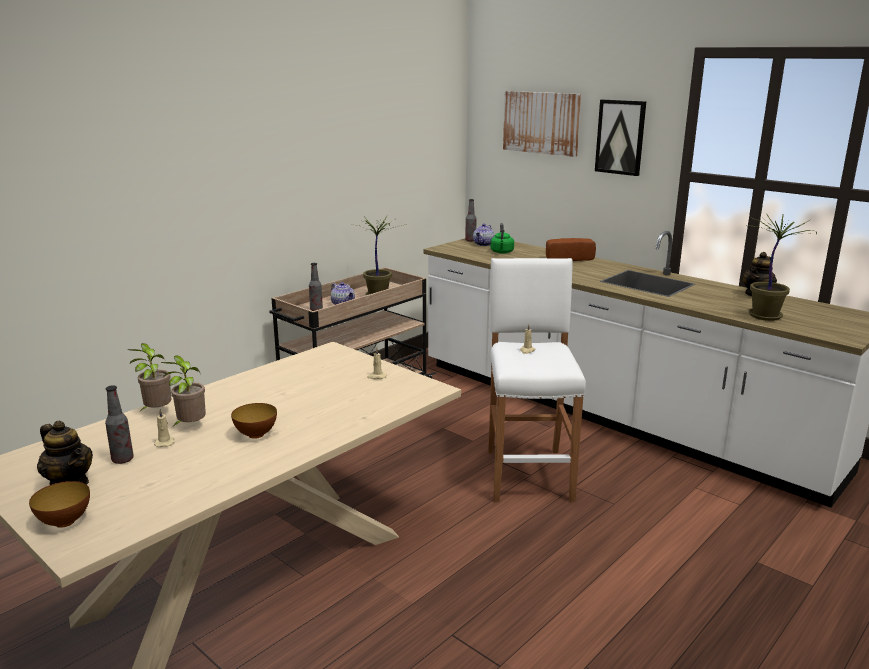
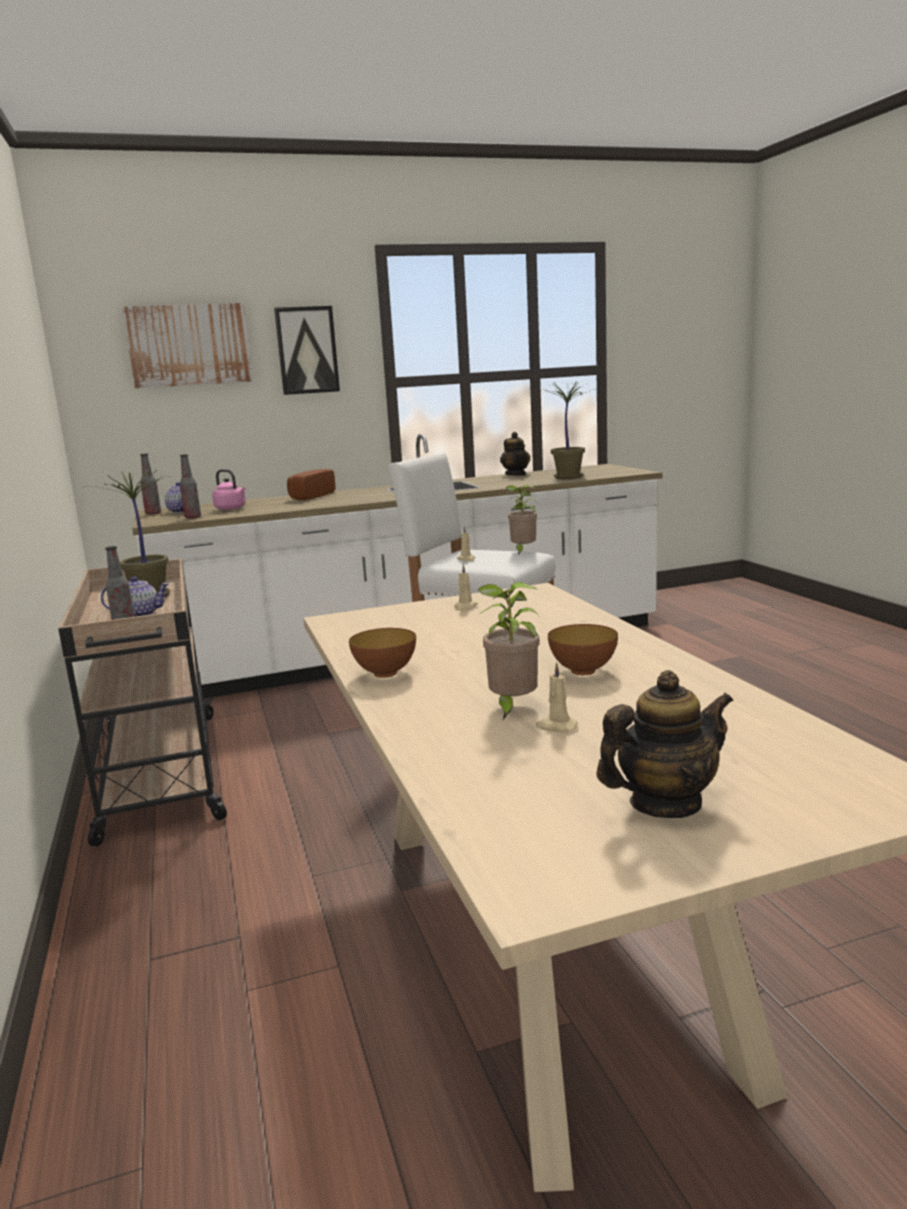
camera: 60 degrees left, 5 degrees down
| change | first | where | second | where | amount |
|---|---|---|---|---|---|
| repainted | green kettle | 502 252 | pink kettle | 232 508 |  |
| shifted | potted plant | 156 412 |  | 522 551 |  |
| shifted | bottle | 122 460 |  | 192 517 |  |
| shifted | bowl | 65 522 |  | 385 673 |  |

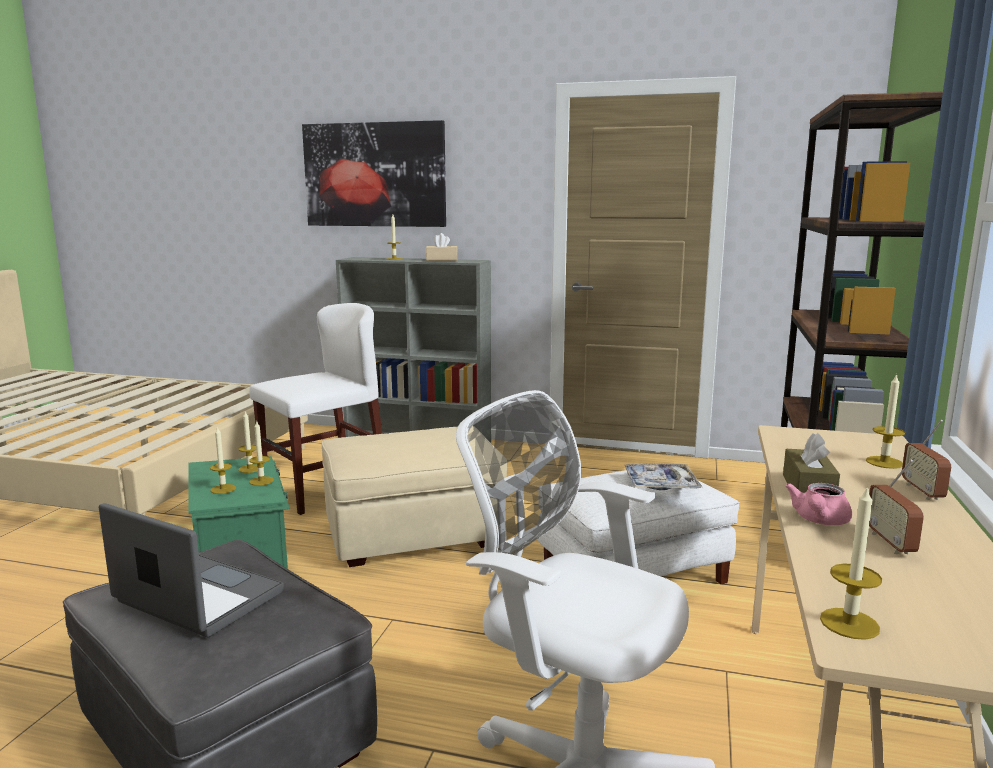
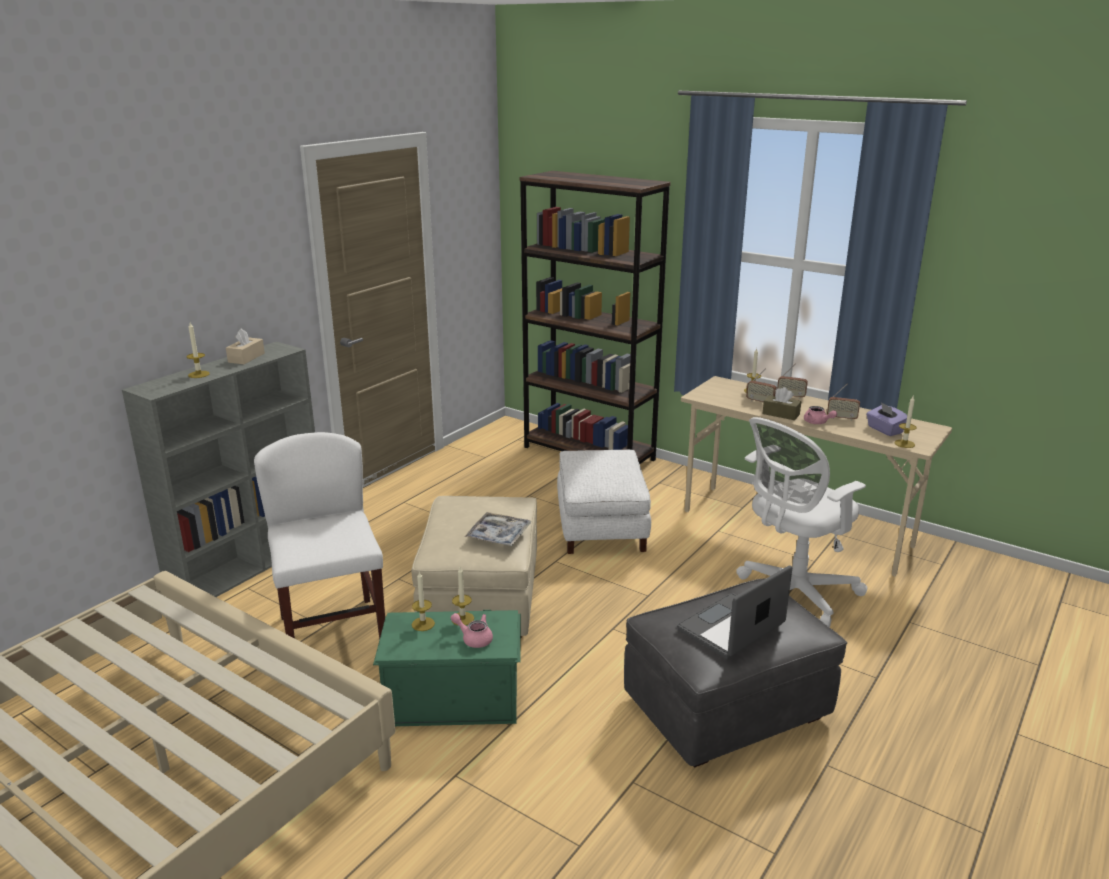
camera: 70 degrees left, 10 degrees up
| change | first | where | second | where | amount |
|---|---|---|---|---|---|
| gone | picture | 375 175 |  |  |  |
| swapped | candle | 223 489 | pink teapot | 474 638 |  |
| shifted | tray | 660 484 |  | 498 535 |  |
| new |  |  | radio | 760 402 |  |
| new |  |  | purple tissue box | 884 430 |  |

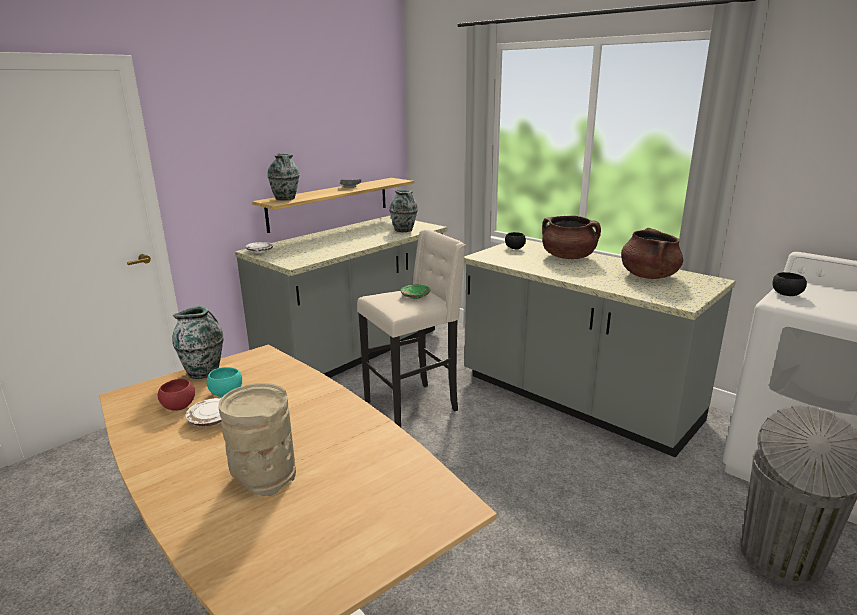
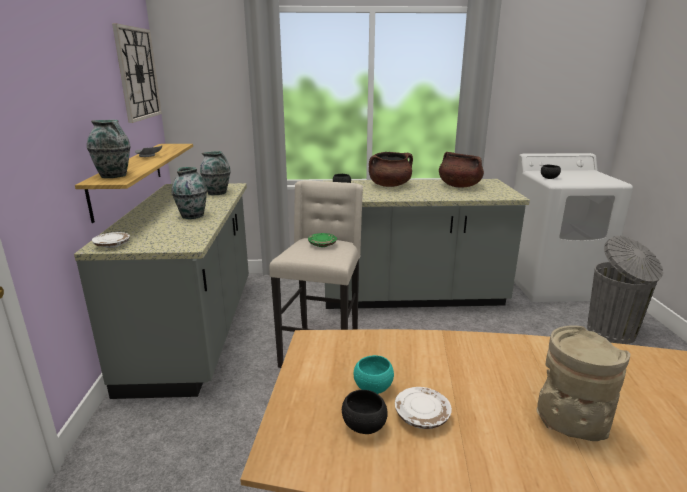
camera: 45 degrees left, 0 degrees up
| change | first | where | second | where | amount |
|---|---|---|---|---|---|
| shifted | vase | 204 372 |  | 193 216 |  |
| repainted | red bowl | 179 406 | black bowl | 364 426 |  |
| new |  |  | wall clock | 137 74 |  |

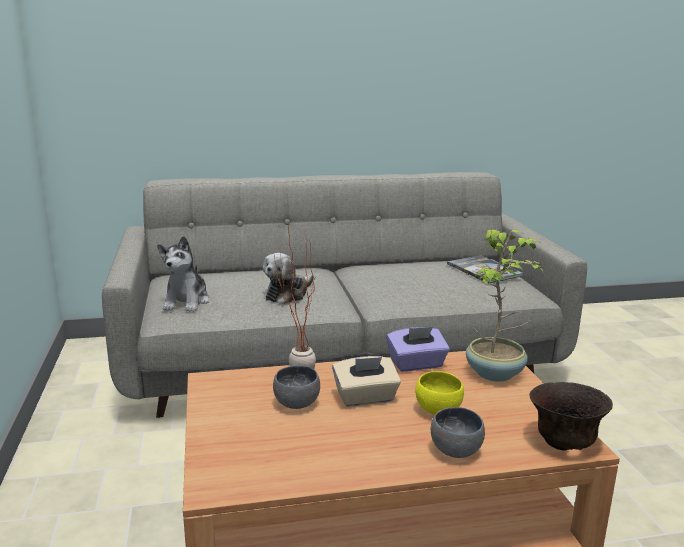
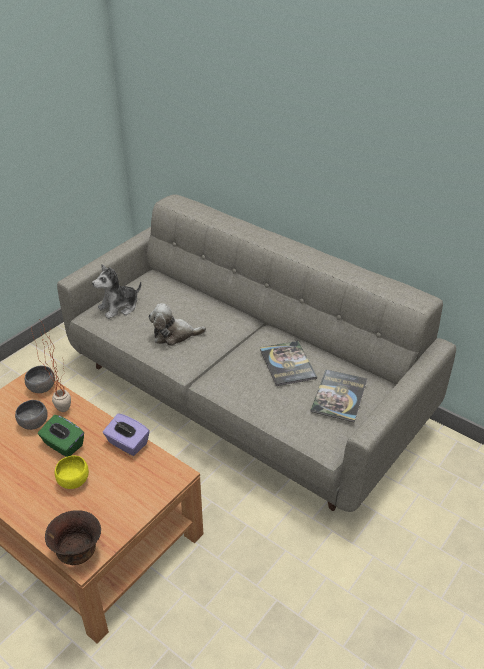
camera: 50 degrees right, 20 degrees up
| change | first | where | second | where | amount |
|---|---|---|---|---|---|
| gone | potted plant | 496 373 |  |  |  |
| repainted | beige tissue box | 365 398 | green tissue box | 63 445 |  |
| shifted | grey bowl | 456 452 |  | 41 389 |  |
| new |  |  | book | 287 364 |  |

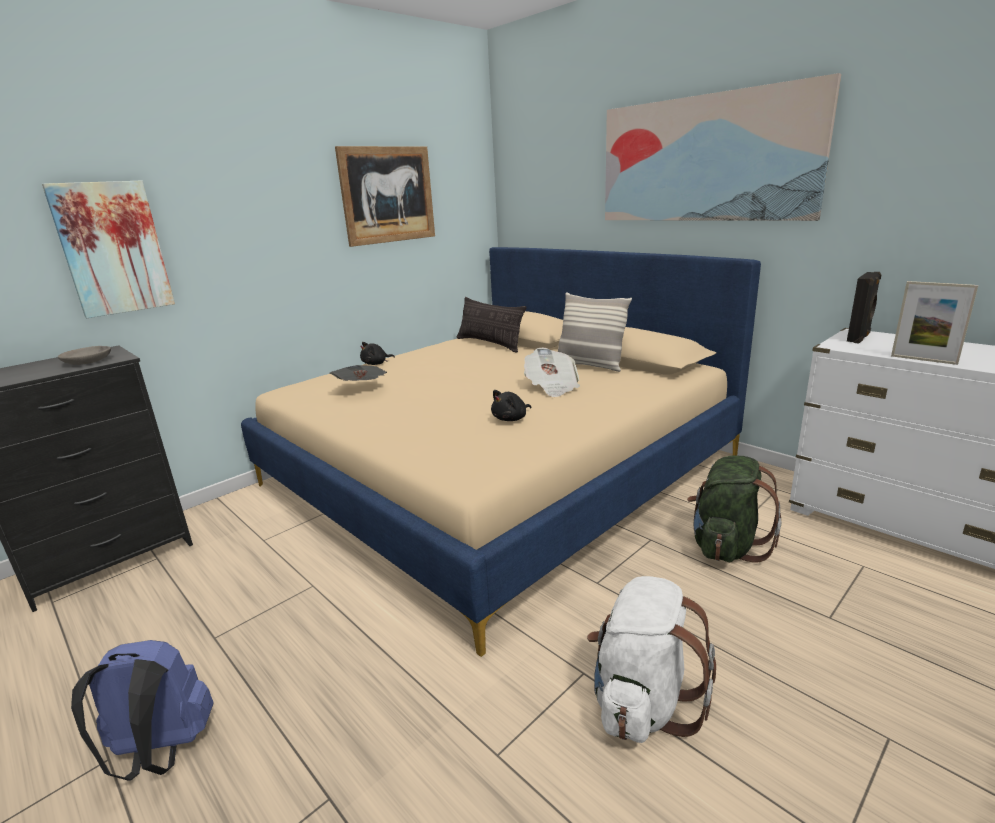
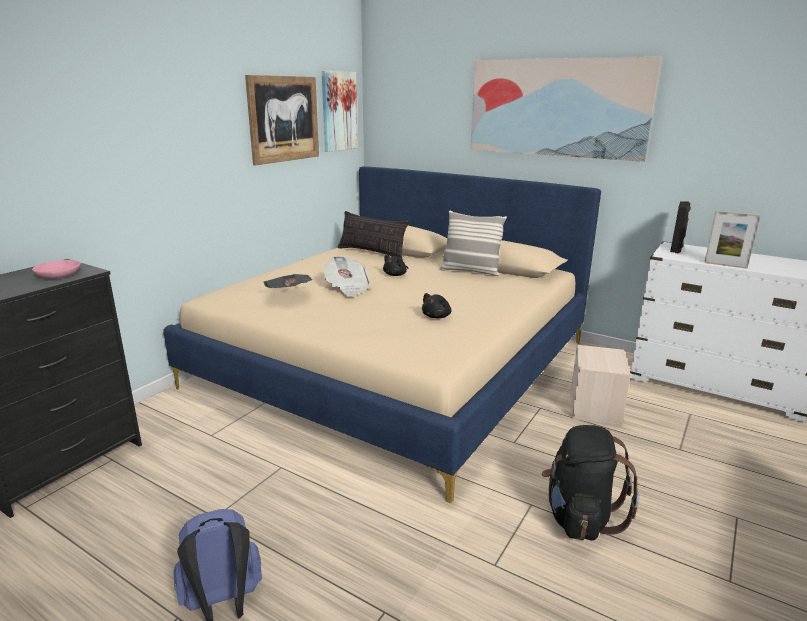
camera: 15 degrees left, 0 degrees up
| change | first | where | second | where | amount |
|---|---|---|---|---|---|
| shifted | picture | 113 248 |  | 338 111 |  |
| shifted | black plush toy | 376 364 |  | 396 275 |  |
| repainted | grey bowl | 88 361 | pink bowl | 59 275 |  |
| shifted | newspaper | 552 387 |  | 347 288 |  |
| swapped | green backpack | 726 546 | beige storage box | 595 408 |  |
| repainted | white backpack | 642 701 | black backpack | 579 517 |  |

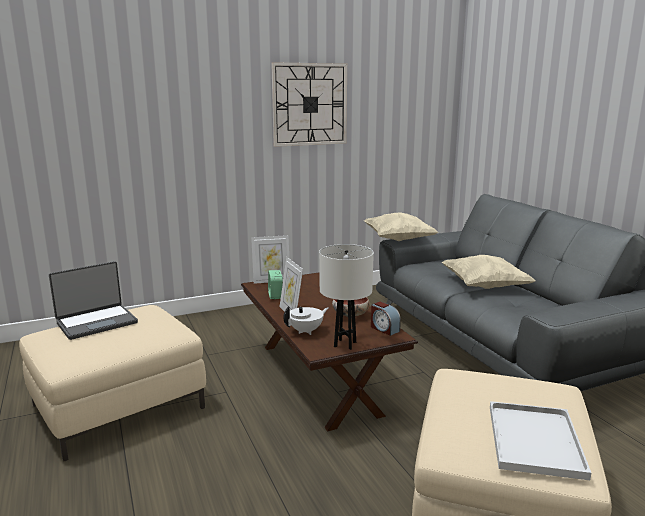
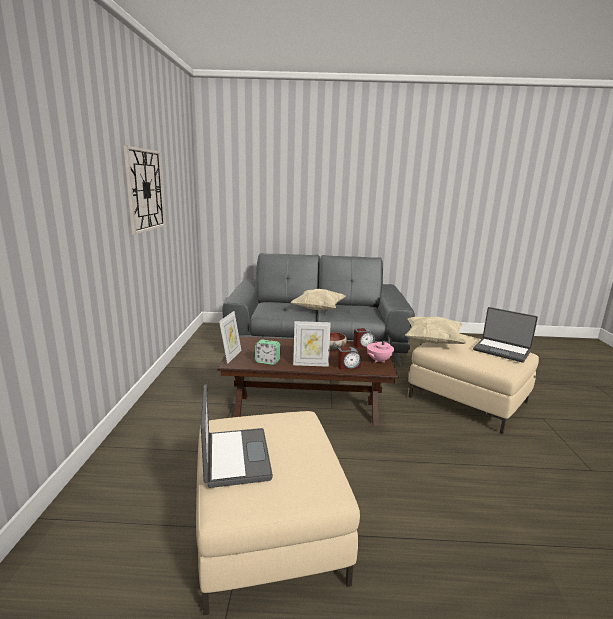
camera: 65 degrees left, 0 degrees up
| change | first | where | second | where | amount |
|---|---|---|---|---|---|
| shifted | beige pillow | 398 240 |  | 433 341 |  |
| swapped | white table lamp | 344 344 | pink teapot | 378 360 |  |
| swapped | white teapot | 306 331 | alarm clock | 348 366 |  |
| swapped | white tray | 536 442 | laptop | 502 350 |  |

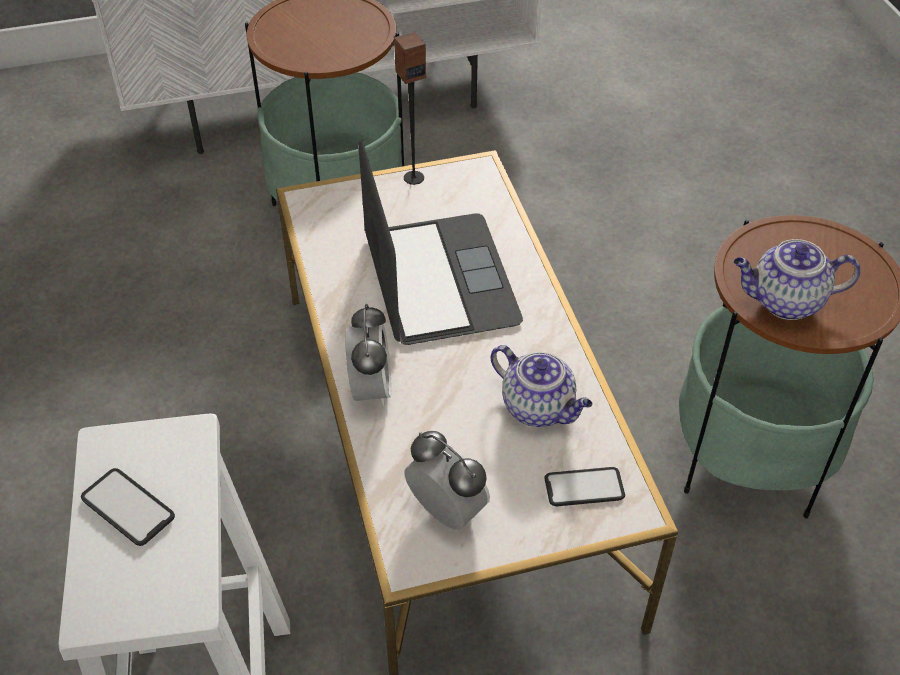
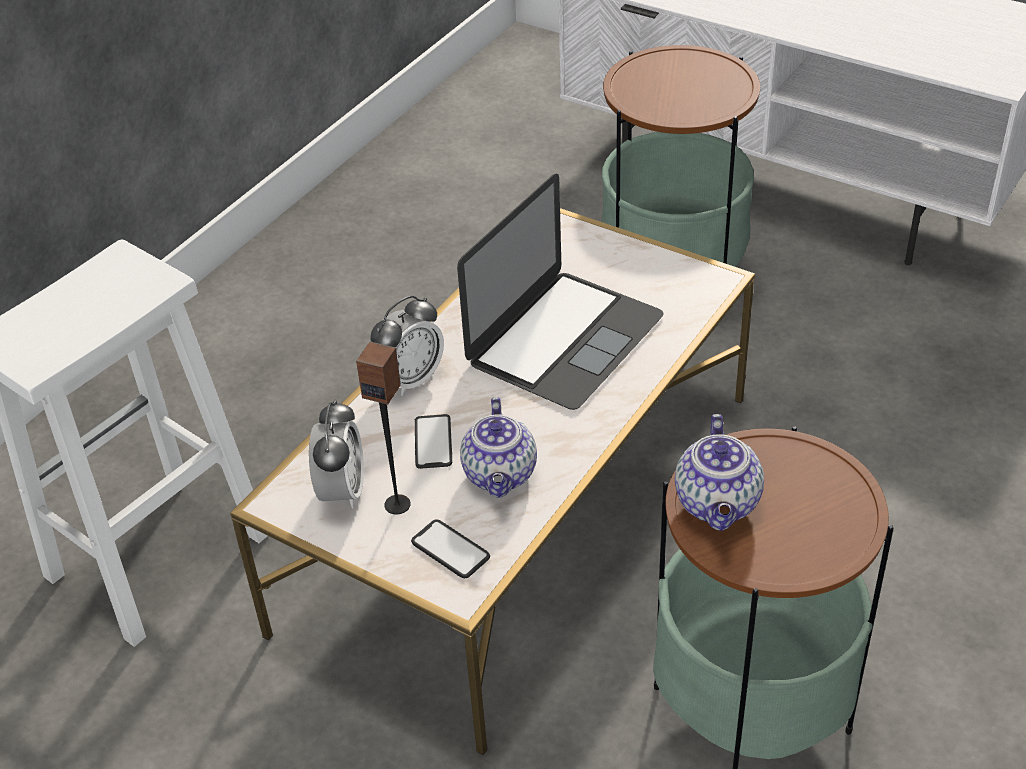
camera: 50 degrees right, 5 degrees down
| change | first | where | second | where | amount |
|---|---|---|---|---|---|
| shifted | speaker | 413 177 |  | 397 504 |  |
| rotated | teapot | 784 302 |  | 718 504 | 135 degrees counterclockwise |
| shifted | phone | 128 507 |  | 433 442 |  |

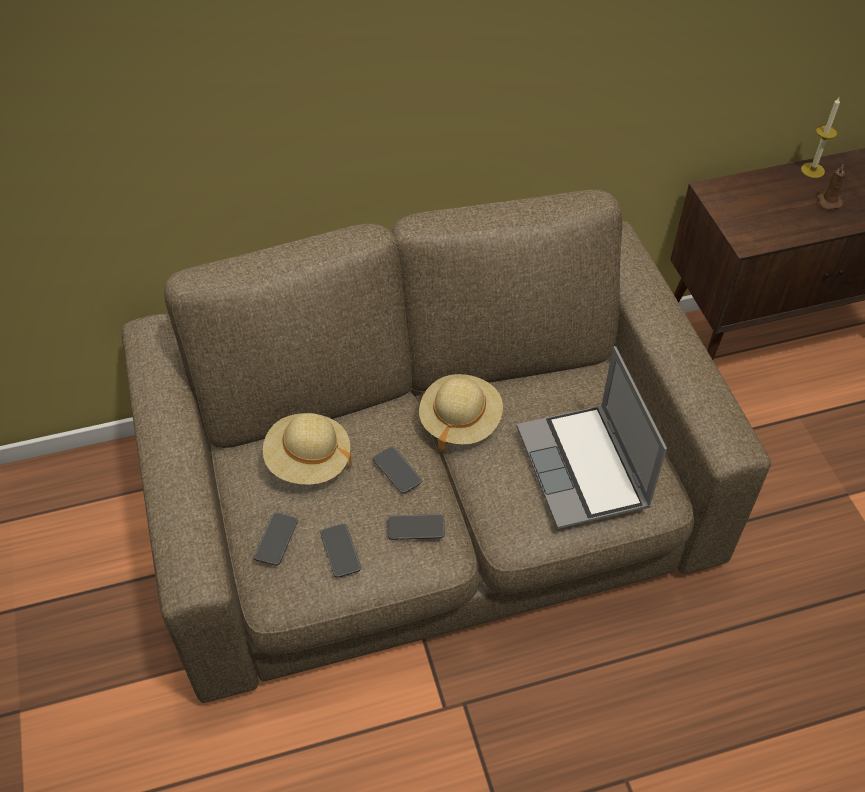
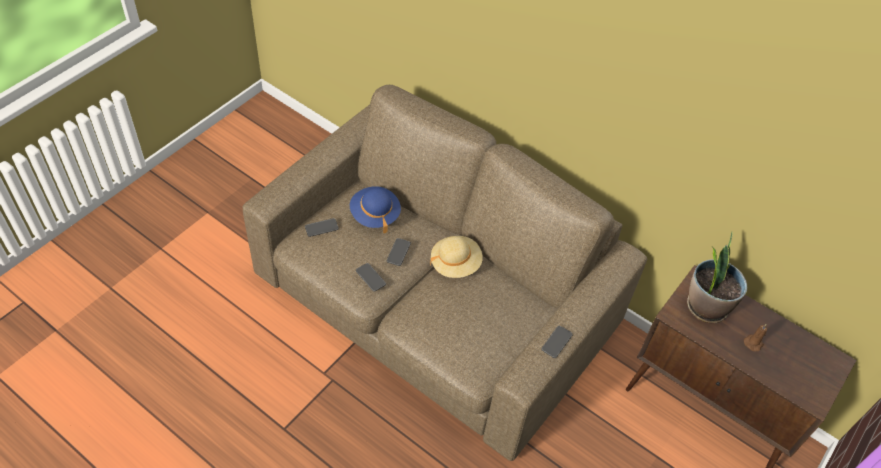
camera: 50 degrees right, 0 degrees up
| change | first | where | second | where | amount |
|---|---|---|---|---|---|
| gone | candle | 812 170 |  |  |  |
| gone | laptop | 584 469 |  |  |  |
| repainted | beige hat | 308 461 | blue hat | 375 215 |  |
| shifted | phone | 340 551 |  | 556 342 |  |
| new |  |  | potted plant | 706 306 |  |

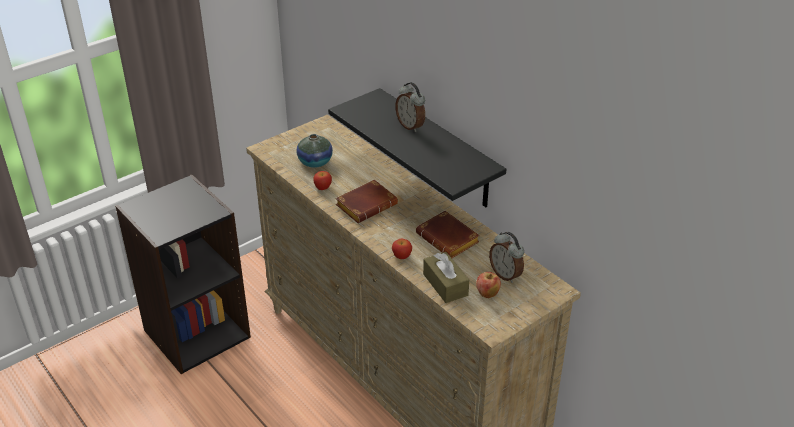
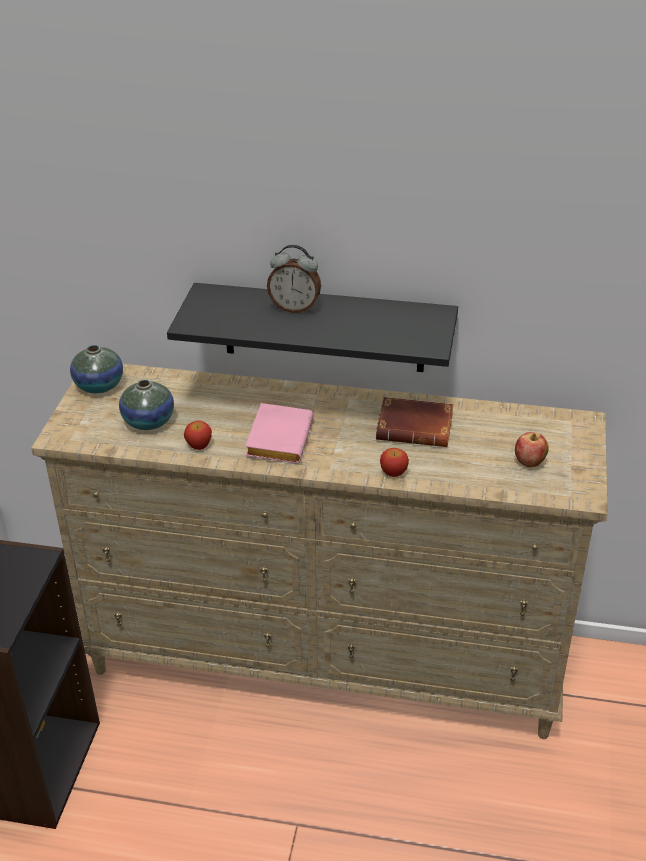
camera: 40 degrees left, 0 degrees up
| change | first | where | second | where | amount |
|---|---|---|---|---|---|
| repainted | brown book | 366 204 | pink book | 277 438 |  |
| gone | alarm clock | 506 275 |  |  |  |
| gone | brown tissue box | 445 285 |  |  |  |
| new |  |  | vase | 99 385 |  |

